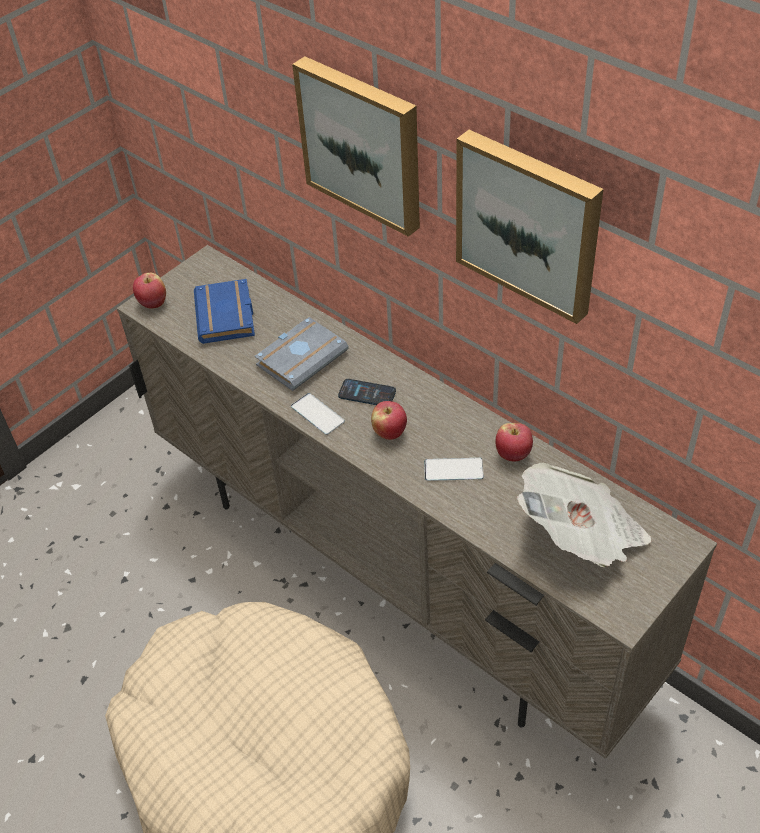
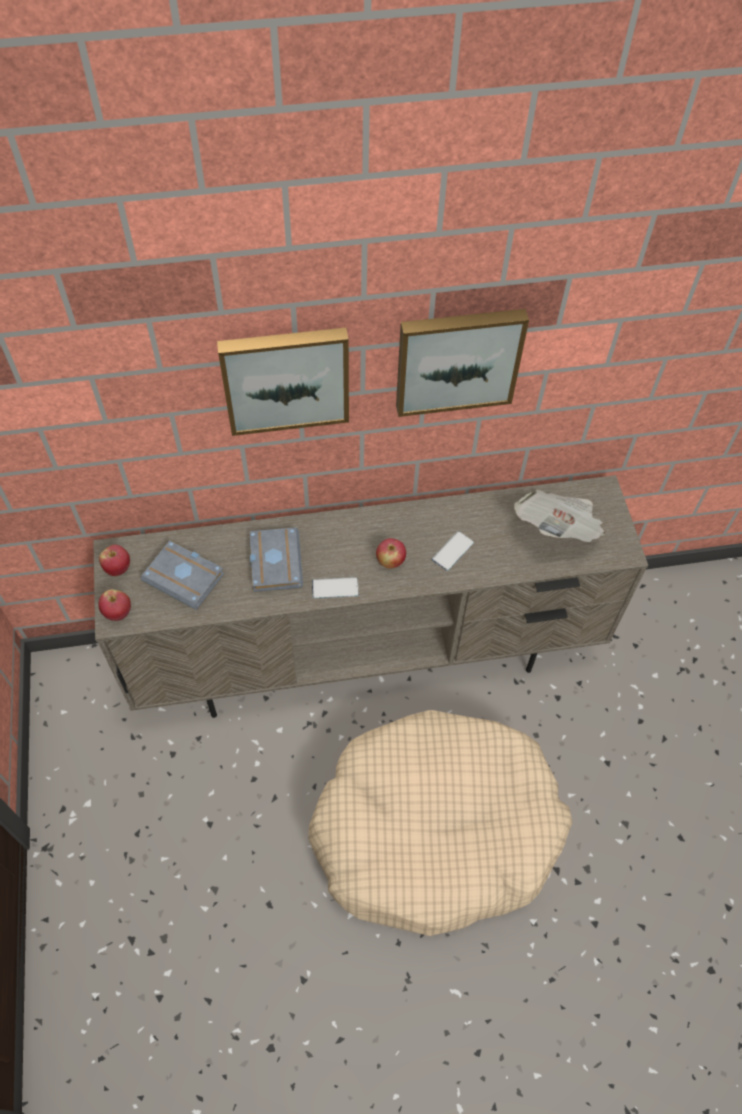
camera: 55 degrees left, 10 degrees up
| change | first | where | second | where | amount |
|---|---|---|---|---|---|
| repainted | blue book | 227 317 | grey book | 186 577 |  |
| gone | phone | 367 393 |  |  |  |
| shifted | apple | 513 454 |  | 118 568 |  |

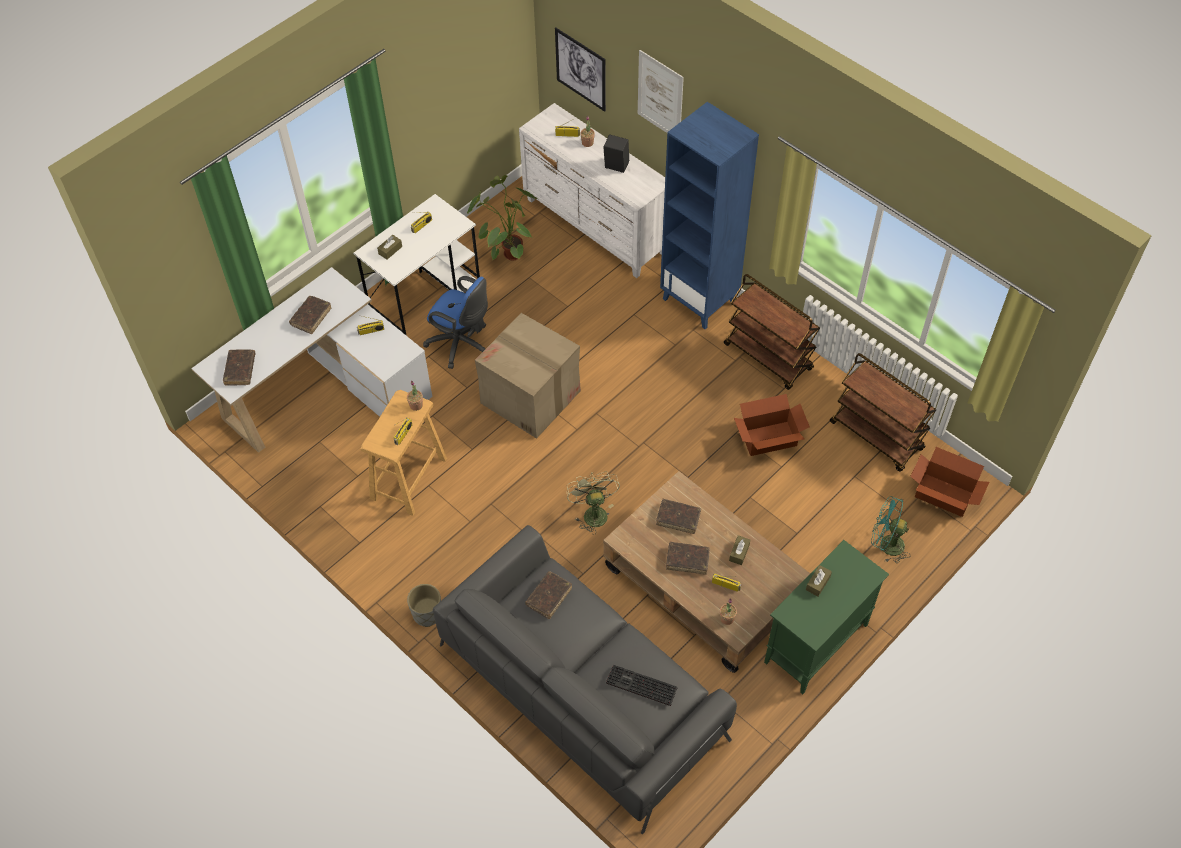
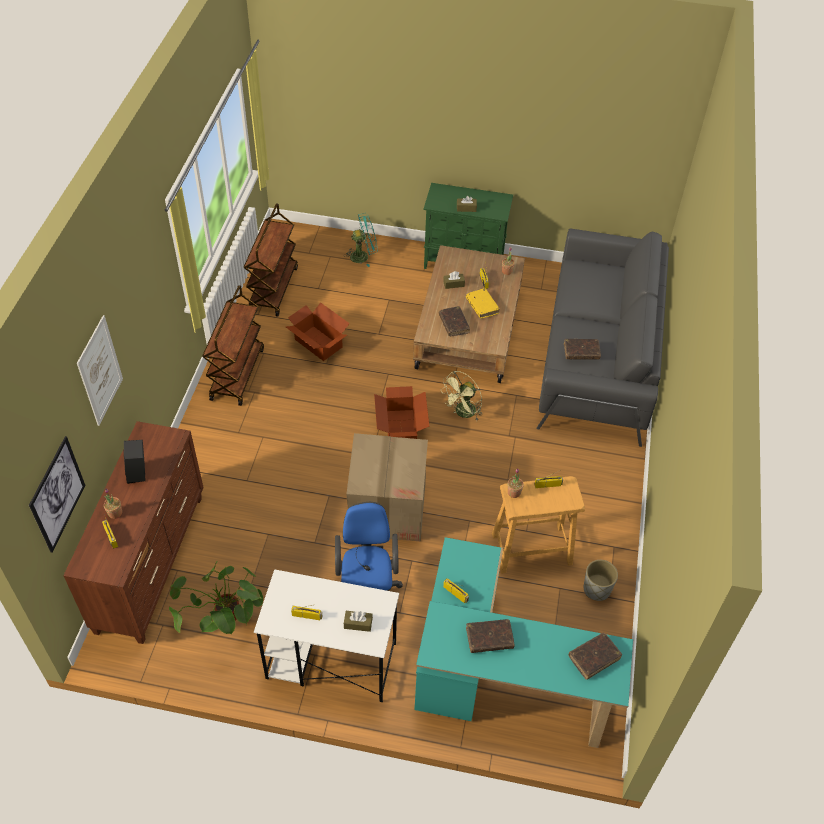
camera: 125 degrees left, 5 degrees down
| change | first | where | second | where | amount |
|---|---|---|---|---|---|
| gone | blue bookcase | 700 301 |  |  |  |
| repainted | white dresser | 595 227 | brown dresser | 152 562 |  |
| repainted | white desk | 326 390 | turquoise desk | 498 675 |  |
| shifted | cardboard box | 944 495 |  | 401 427 |  |
| rotated | turquoise fan | 886 545 |  | 363 256 | 90 degrees counterclockwise |
| repainted | brown book | 687 560 | yellow book | 482 306 |  |
| shifted | grey planter | 427 614 |  | 597 589 |  |
| gone | keyboard | 640 686 |  |  |  |

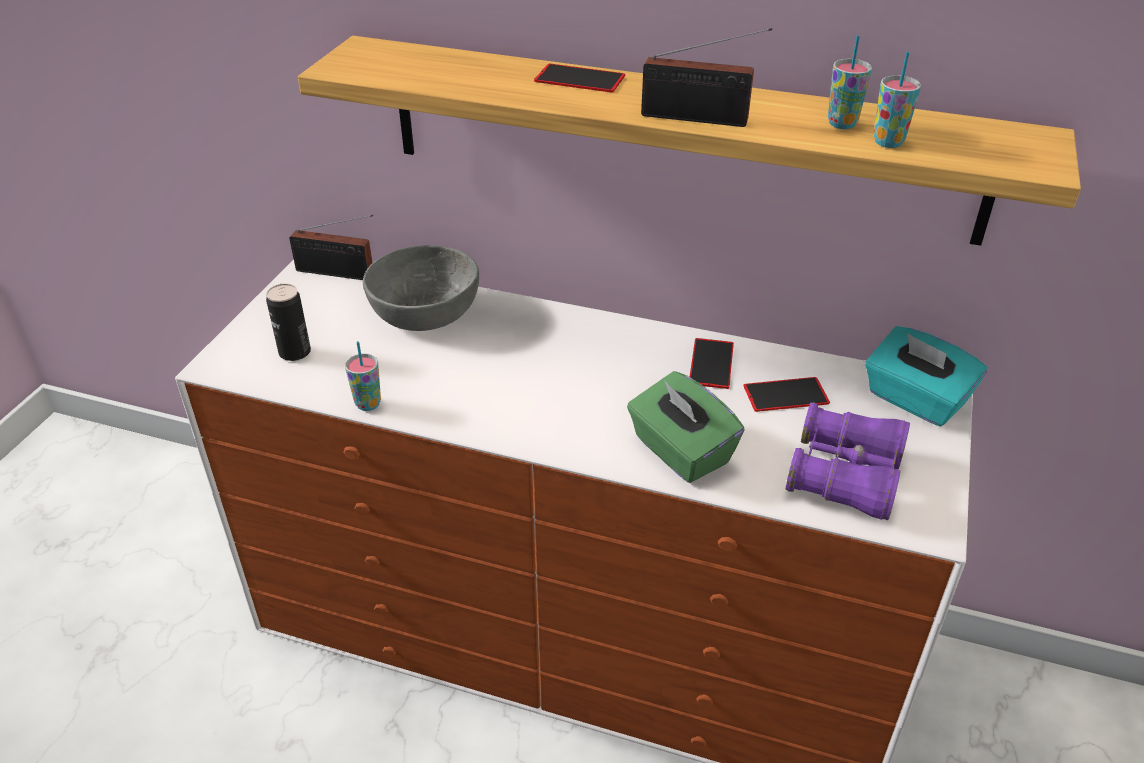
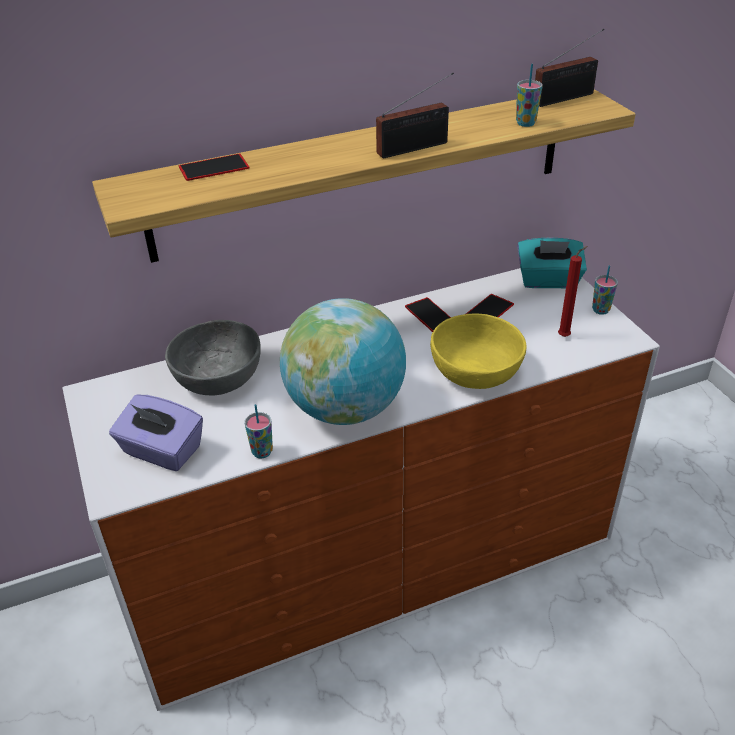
camera: 40 degrees left, 0 degrees up
| change | first | where | second | where | amount |
|---|---|---|---|---|---|
| shifted | cup | 842 124 |  | 600 310 |  |
| shifted | phone | 579 79 |  | 214 167 |  |
| shifted | radio | 339 273 |  | 566 98 |  |
| swapped | can | 295 352 | purple tissue box | 161 451 |  |
| swapped | green tissue box | 680 451 | yellow bowl | 476 370 |  |
| swapped | purple binoculars | 845 476 | red candle | 565 336 |  |
| new |  |  | globe | 345 408 |  |

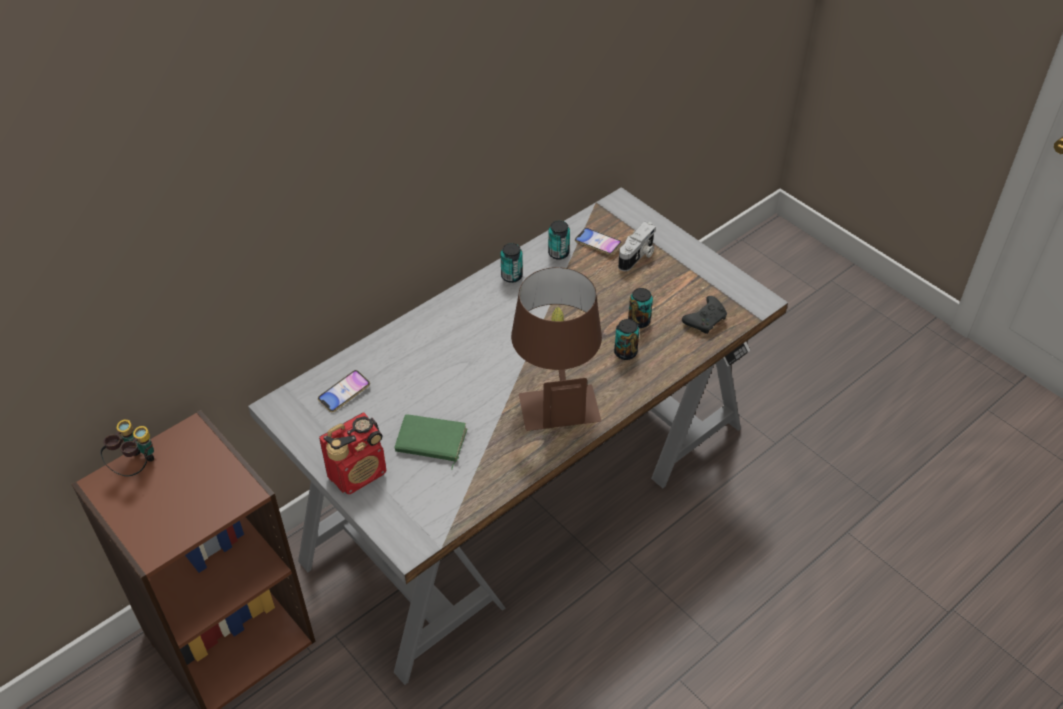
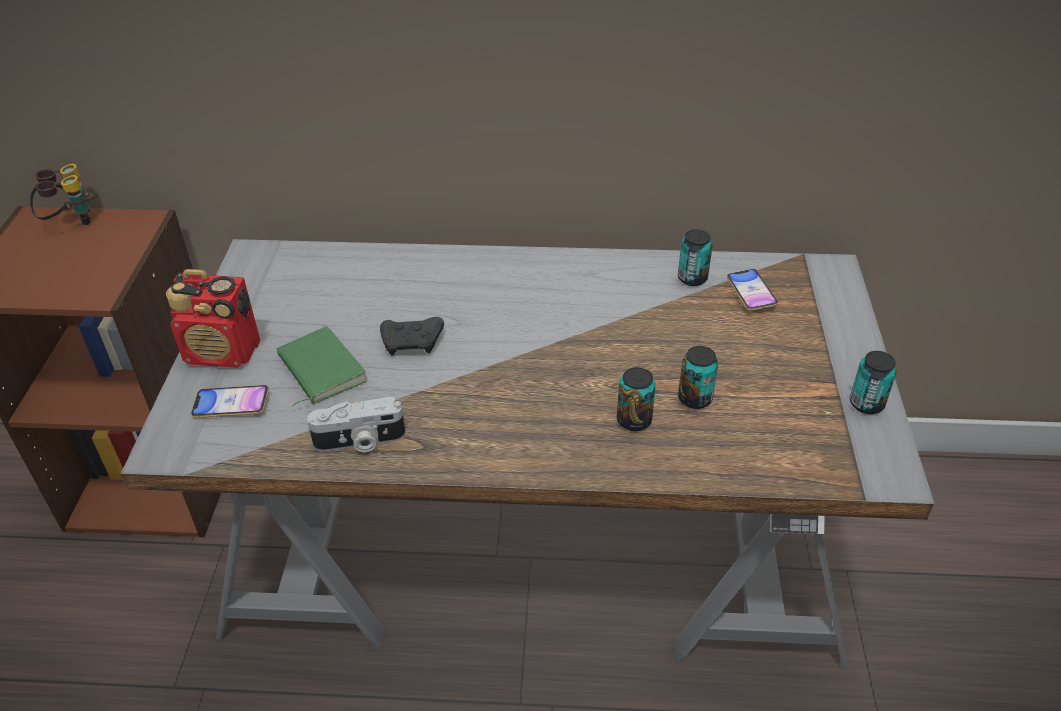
camera: 45 degrees right, 5 degrees down
| change | first | where | second | where | amount |
|---|---|---|---|---|---|
| shifted | photo camera | 638 256 |  | 359 442 |  |
| shifted | can | 511 276 |  | 866 403 |  |
| gone | brown table lamp | 555 394 |  |  |  |
| shifted | black game controller | 705 320 |  | 413 343 |  |
| shifted | phone | 344 393 |  | 231 405 |  |

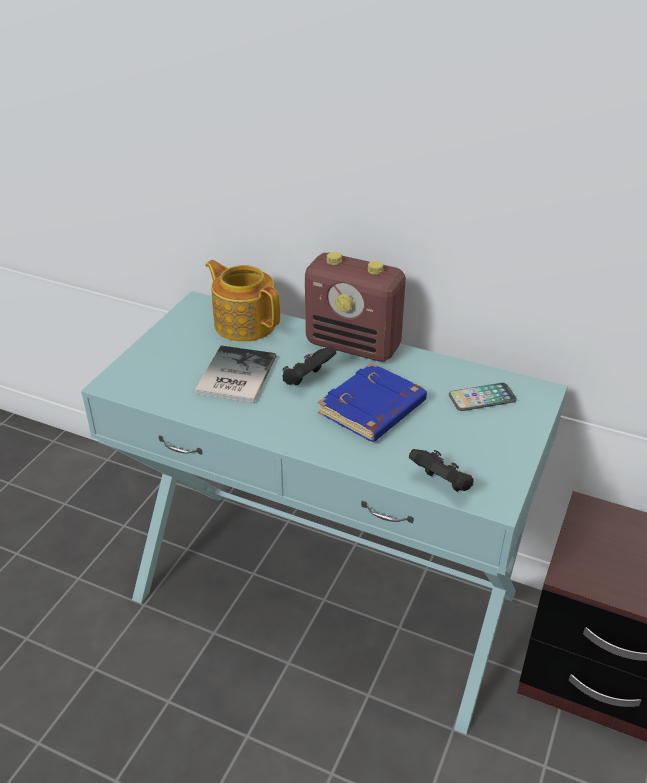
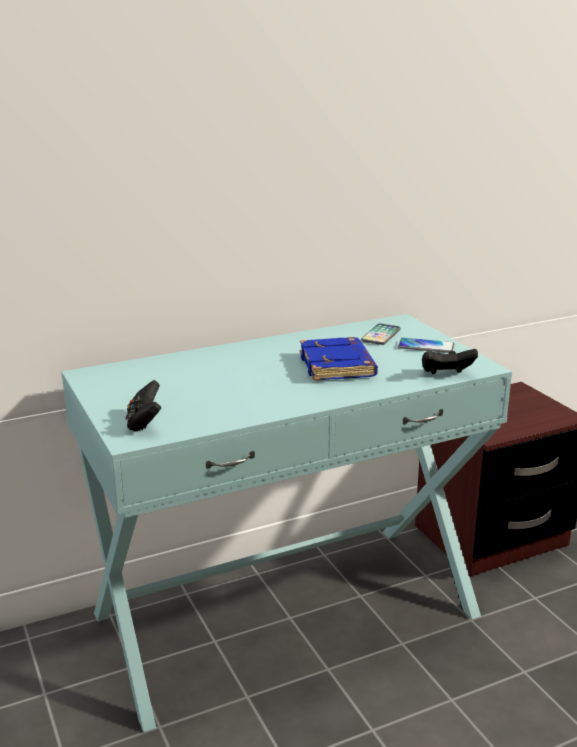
camera: 50 degrees left, 15 degrees down
| change | first | where | second | where | amount |
|---|---|---|---|---|---|
| gone | radio | 354 346 |  |  |  |
| gone | teapot | 244 323 |  |  |  |
| gone | book | 233 376 |  |  |  |
| shifted | black game controller | 307 379 |  | 144 422 |  |
| new |  |  | phone | 426 346 |  |

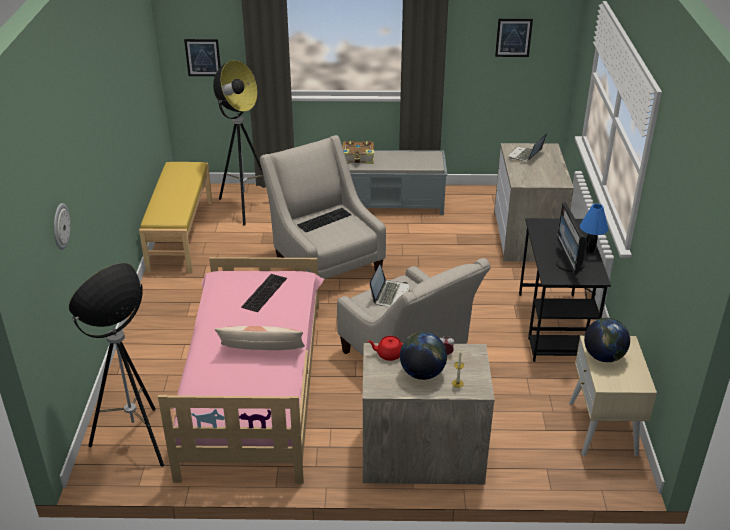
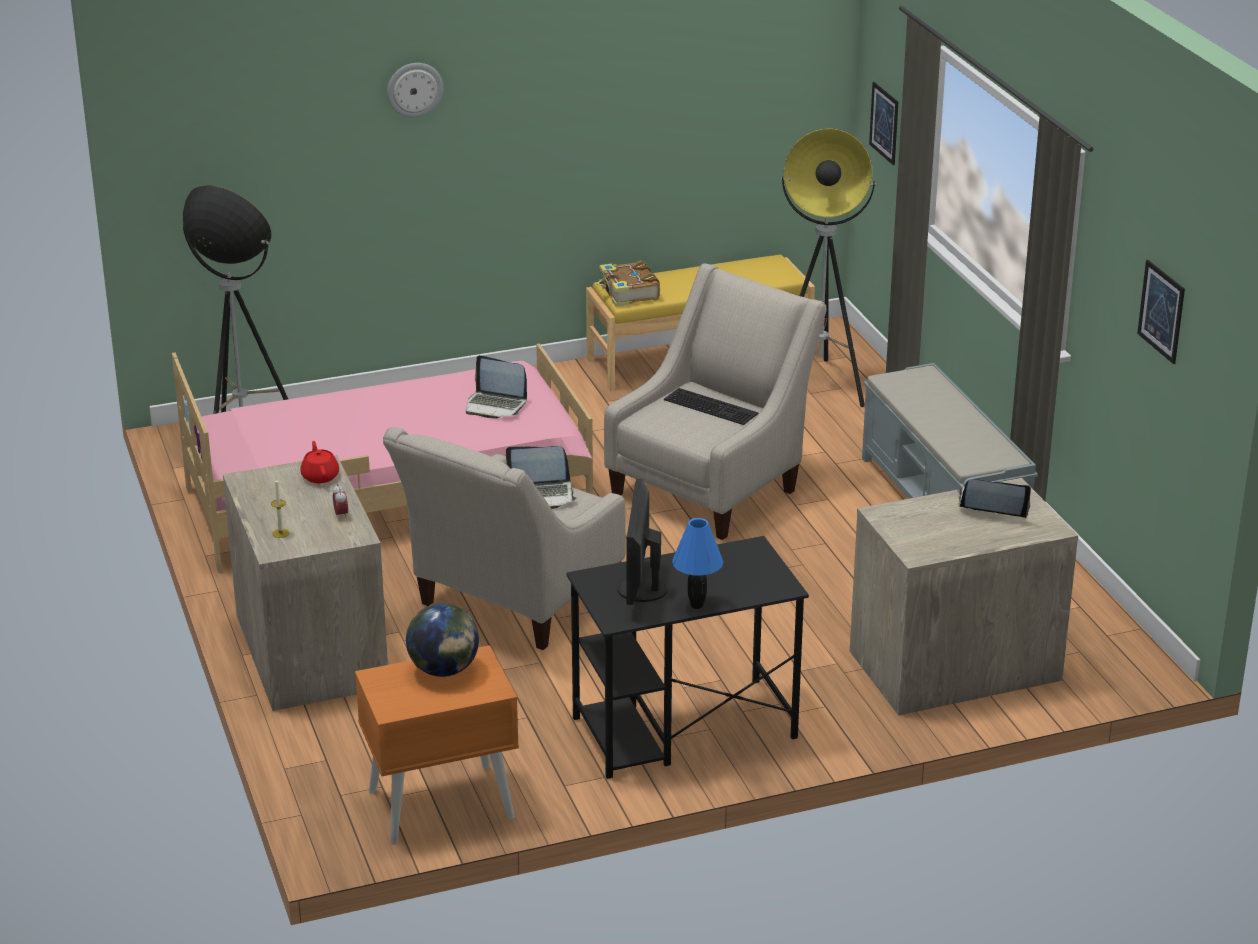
camera: 70 degrees right, 5 degrees down
| change | first | where | second | where | amount |
|---|---|---|---|---|---|
| shifted | book | 358 158 |  | 628 293 |  |
| rotated | monitor | 569 264 |  | 640 590 | 60 degrees counterclockwise |
| shifted | wall clock | 60 226 |  | 414 89 |  |
| swapped | keyboard | 263 292 | laptop | 495 405 |  |
| gone | pillow | 262 352 |  |  |  |
| gone | globe | 422 373 |  |  |  |
| repainted | beige nightstand | 603 428 | orange nightstand | 440 804 |  |

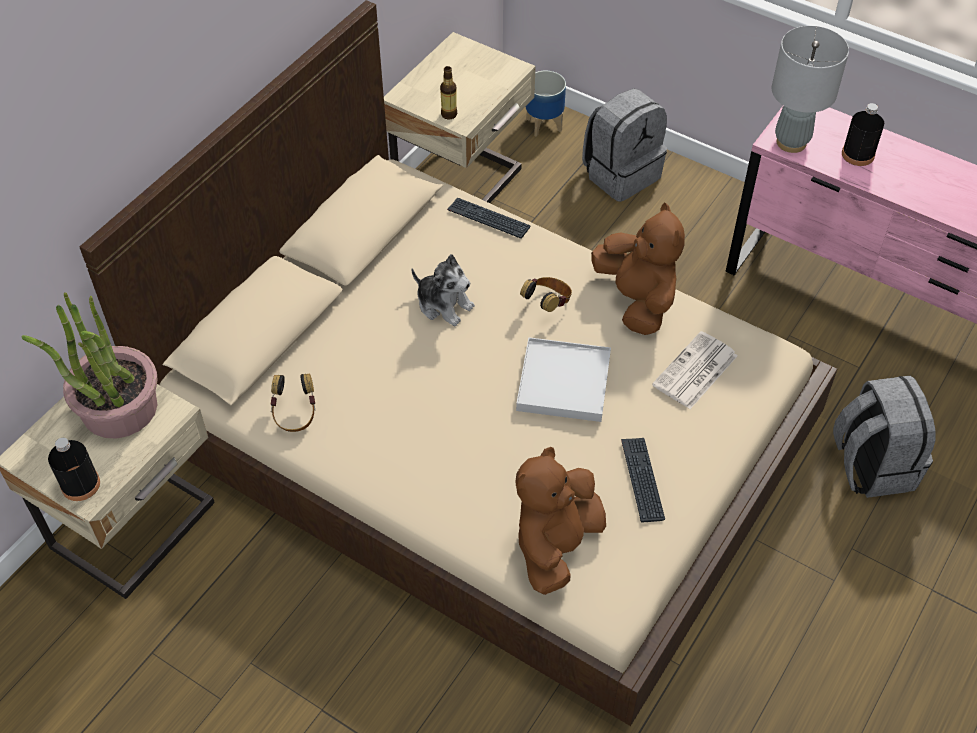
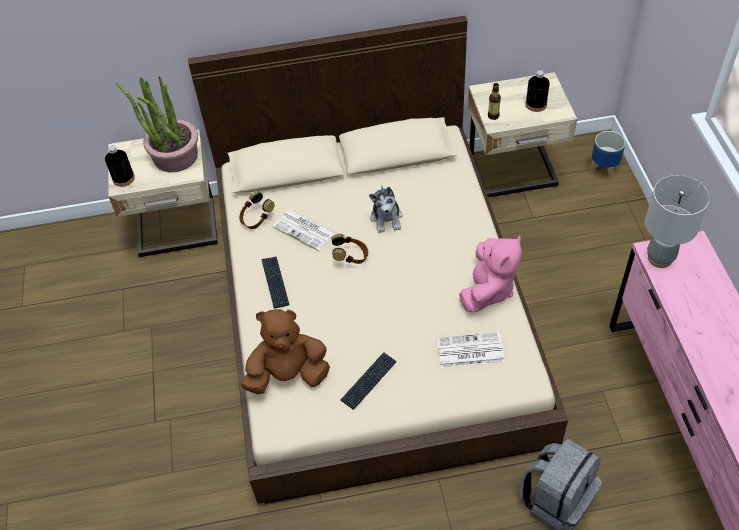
camera: 50 degrees right, 0 degrees up
| change | first | where | second | where | amount |
|---|---|---|---|---|---|
| gone | grey backpack | 621 174 |  |  |  |
| shifted | black bottle | 858 154 |  | 536 104 |  |
| shifted | keyboard | 488 219 |  | 275 282 |  |
| repainted | brown plush toy | 637 300 | pink plush toy | 488 290 |  |
| shifted | headphones | 547 304 |  | 351 258 |  |
| gone | white tray | 563 382 |  |  |  |
| new |  |  | newspaper | 305 230 |  |

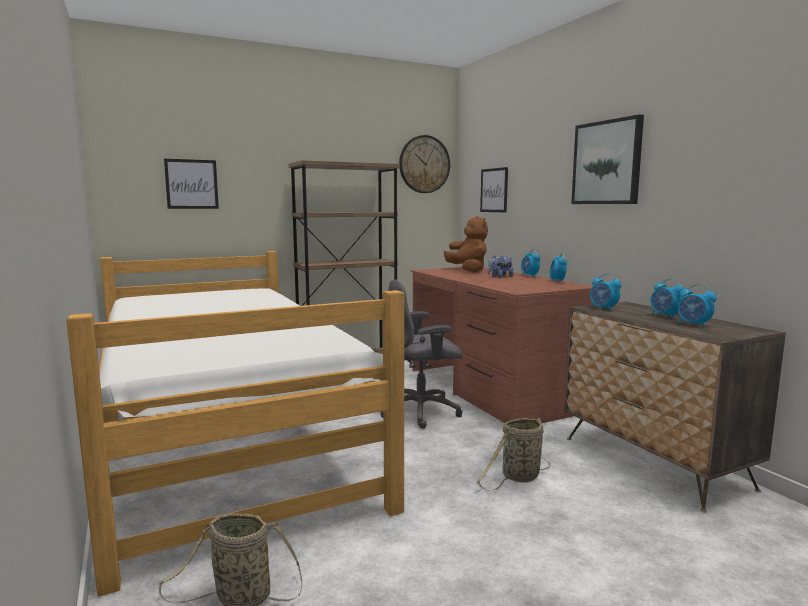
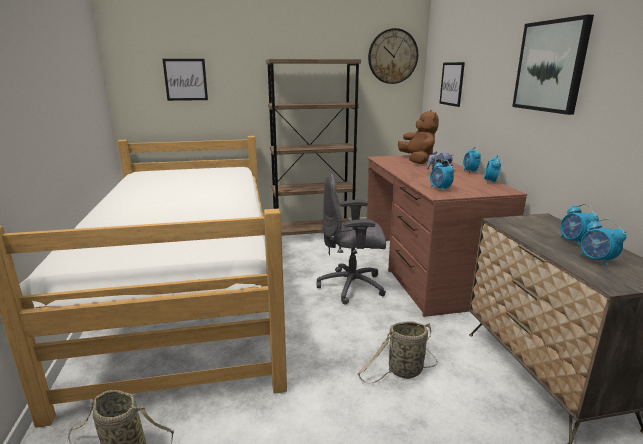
camera: 15 degrees right, 10 degrees up
| change | first | where | second | where | amount |
|---|---|---|---|---|---|
| shifted | alarm clock | 603 308 |  | 440 189 |  |

